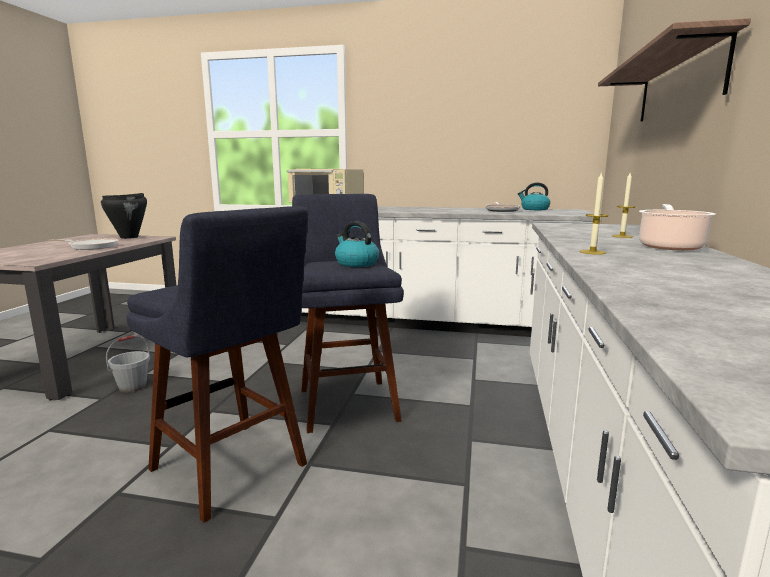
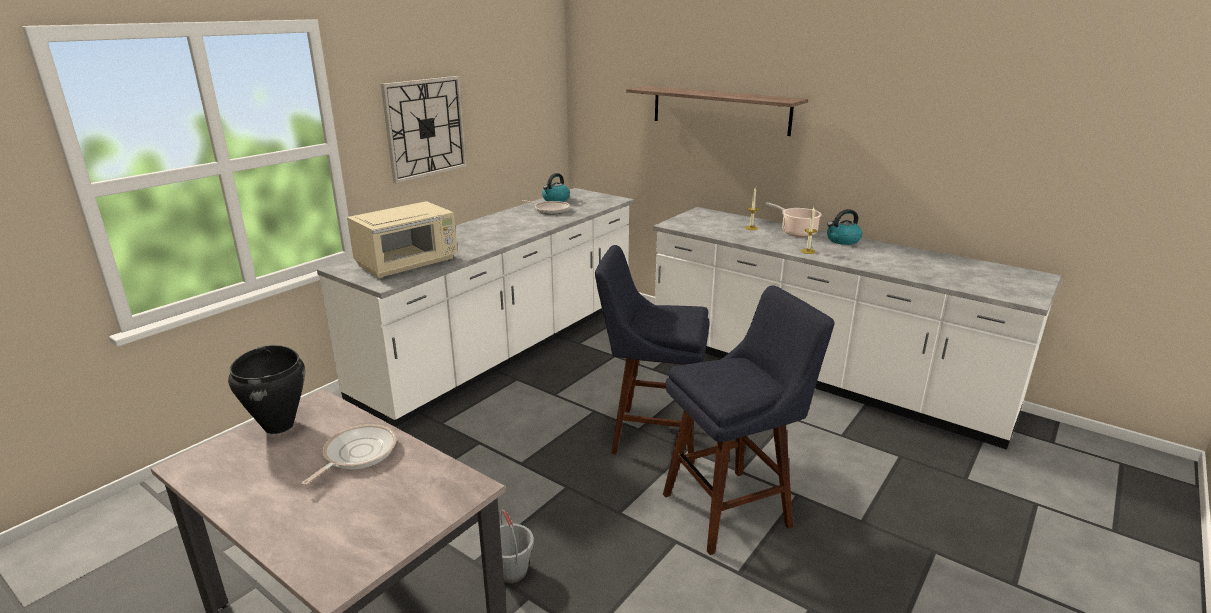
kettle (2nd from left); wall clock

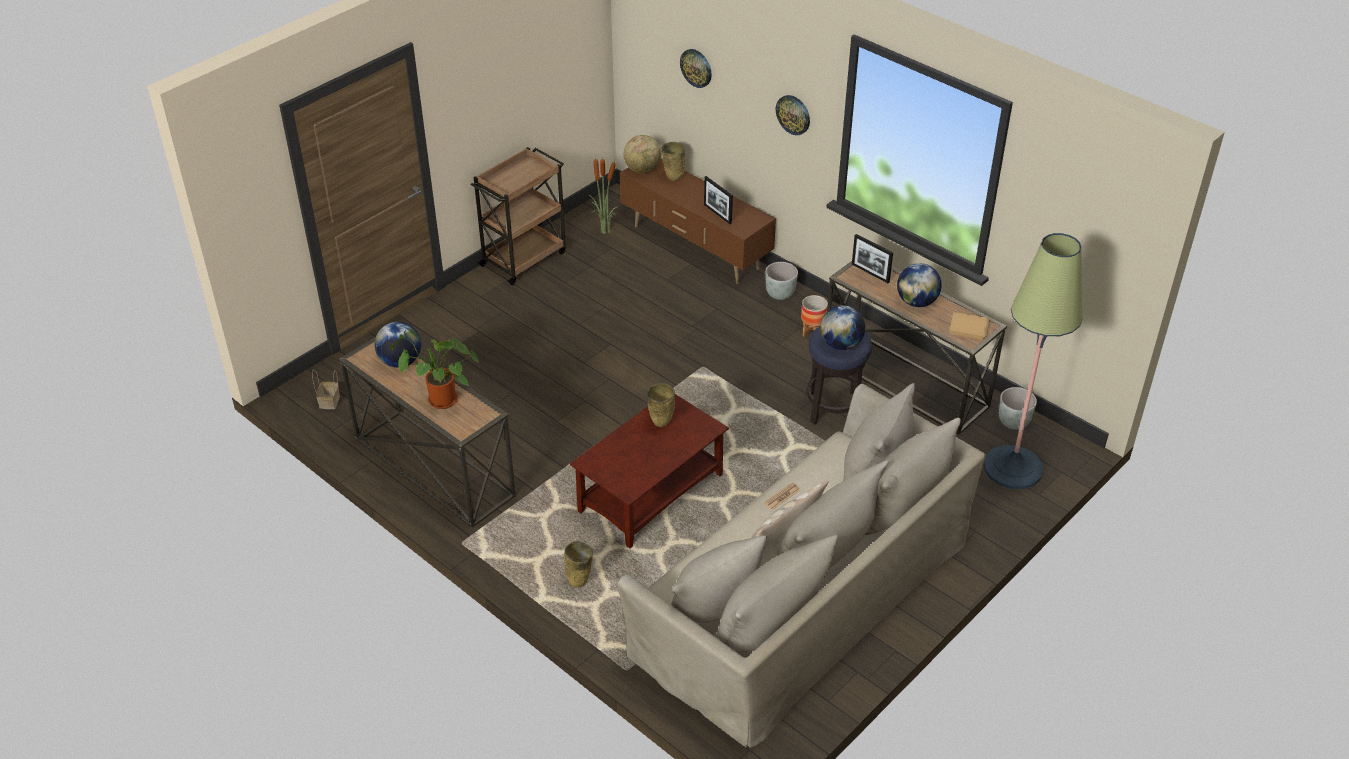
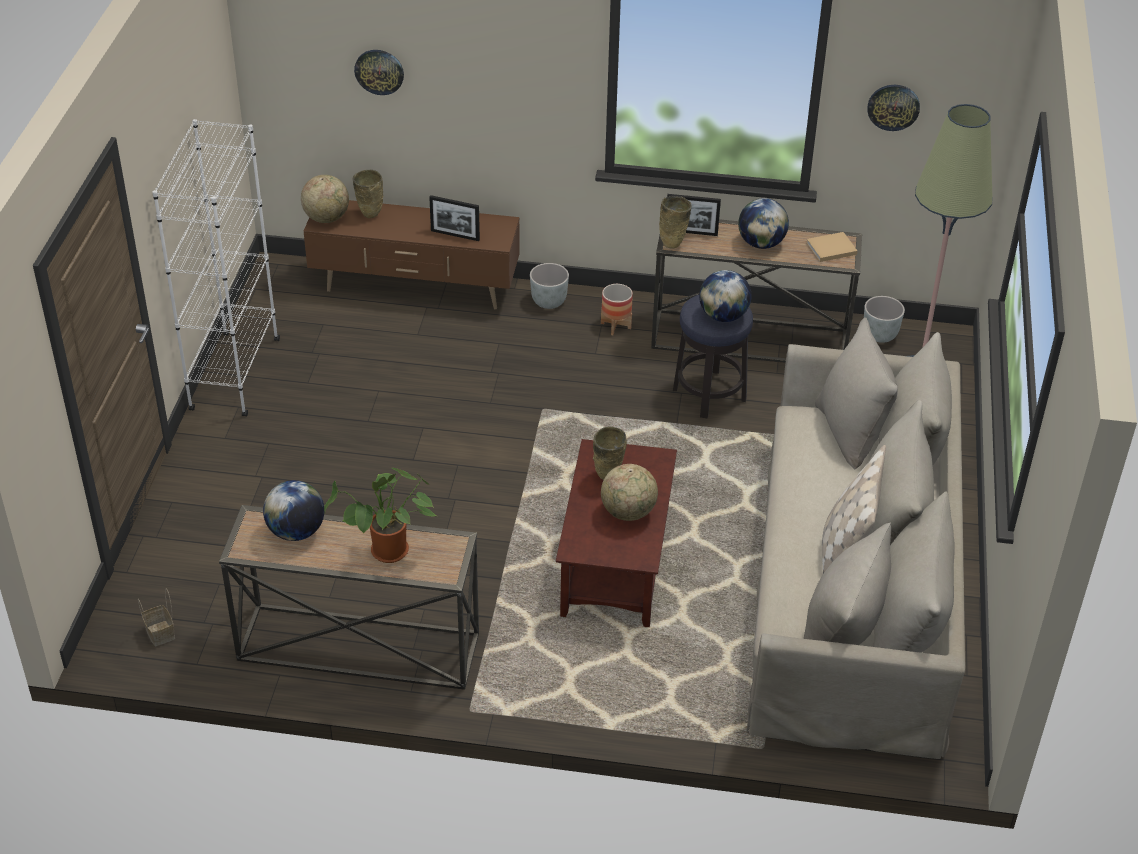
wall clock (2nd from left); white bookcase; potted plant (2nd from left in the first image); newspaper; beige vase (3rd from left); globe (3rd from left)

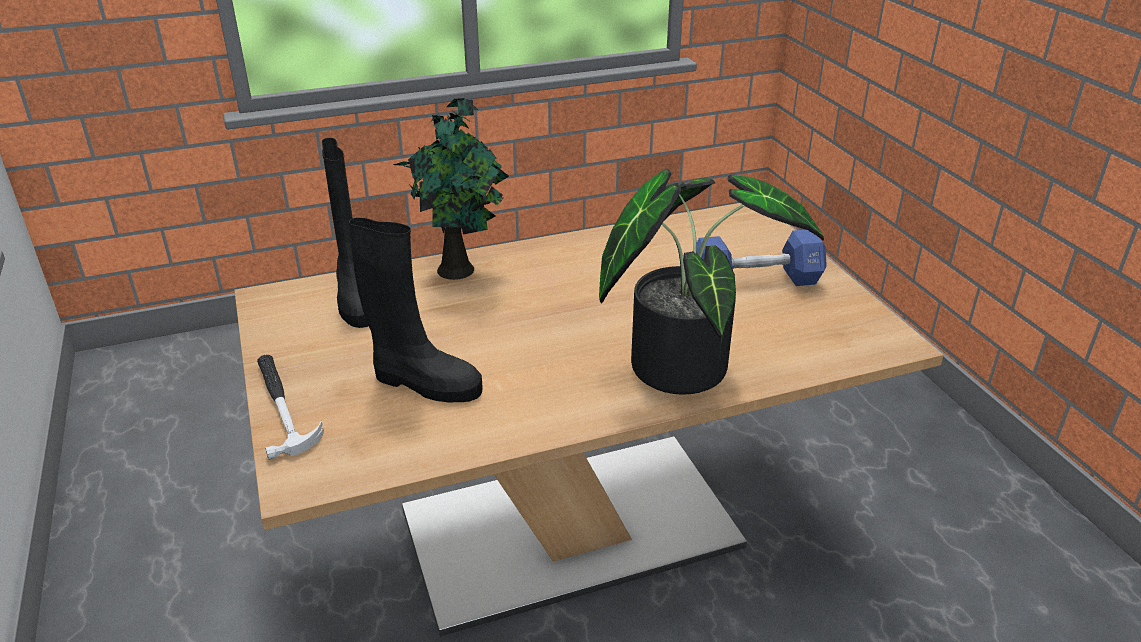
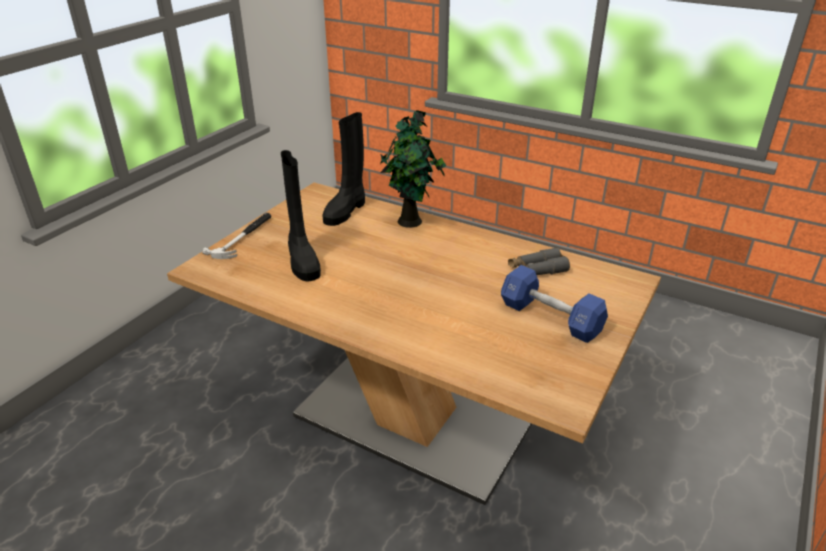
potted plant (2nd from left in the first image); grey binoculars

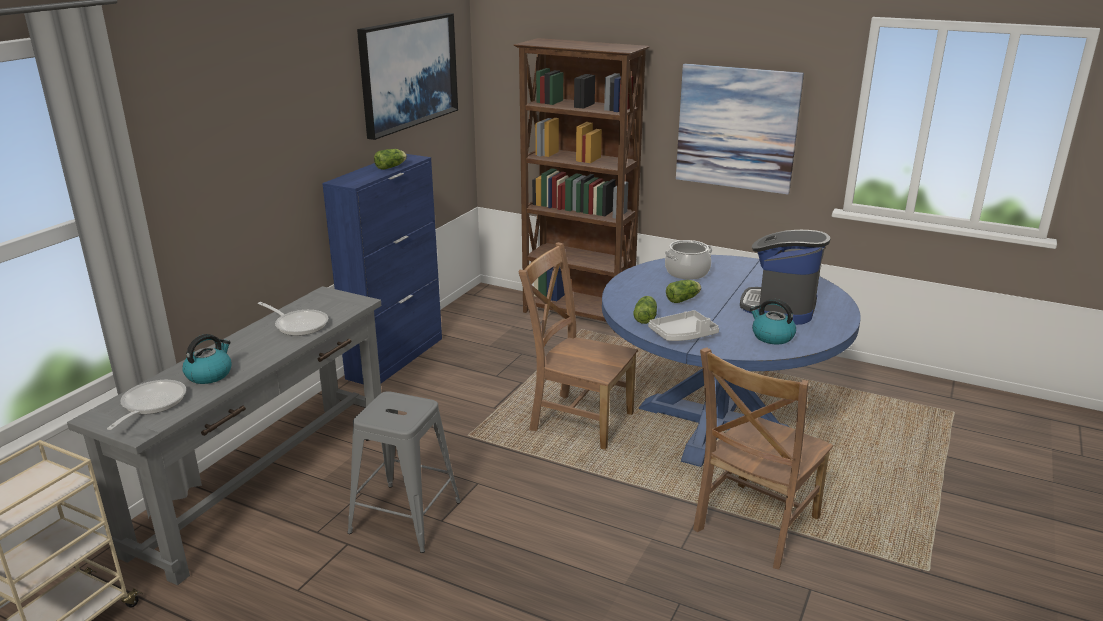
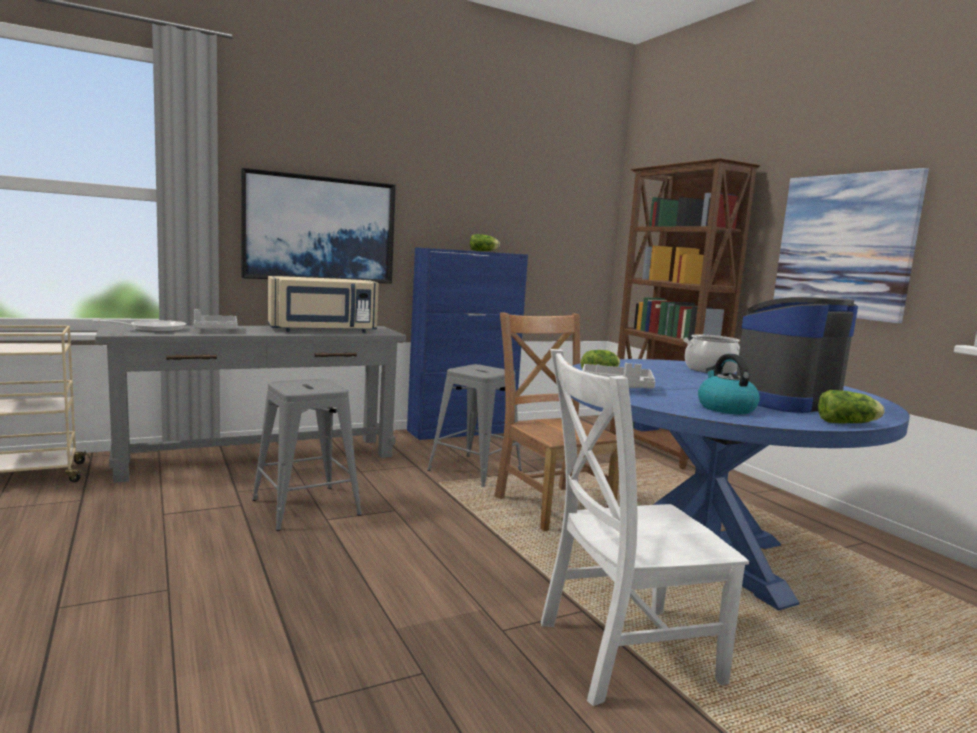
picture (1st from left); lettuce (3rd from left); beige microwave; grey tray (1st from left); white chair; grey stool (2nd from left)

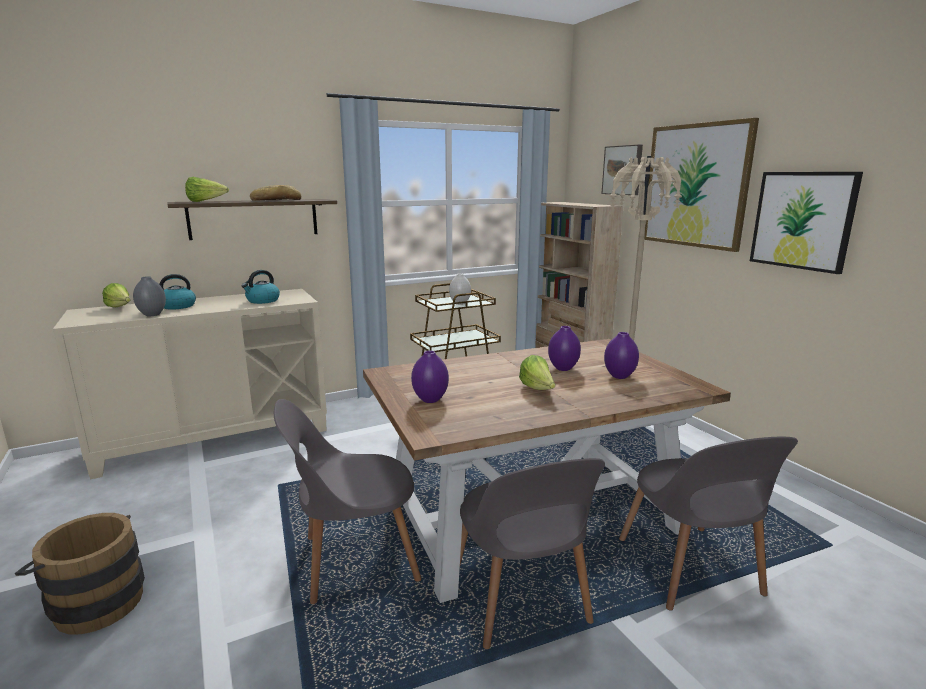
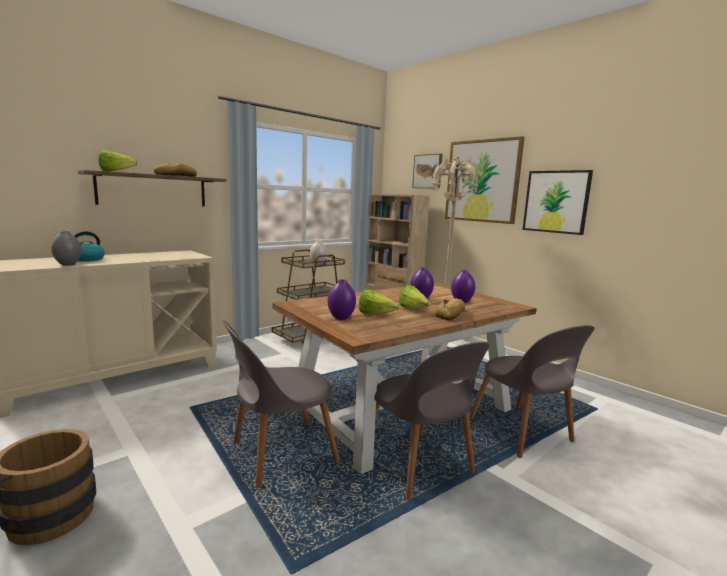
kettle (2nd from left in the first image); lettuce (2nd from left); bread (2nd from left)

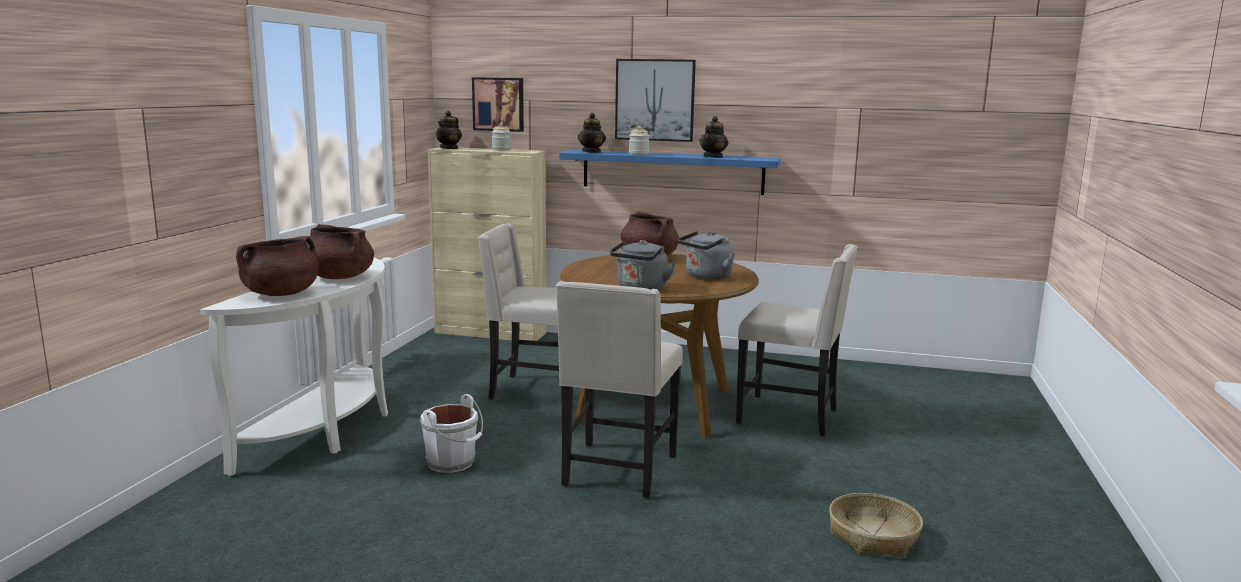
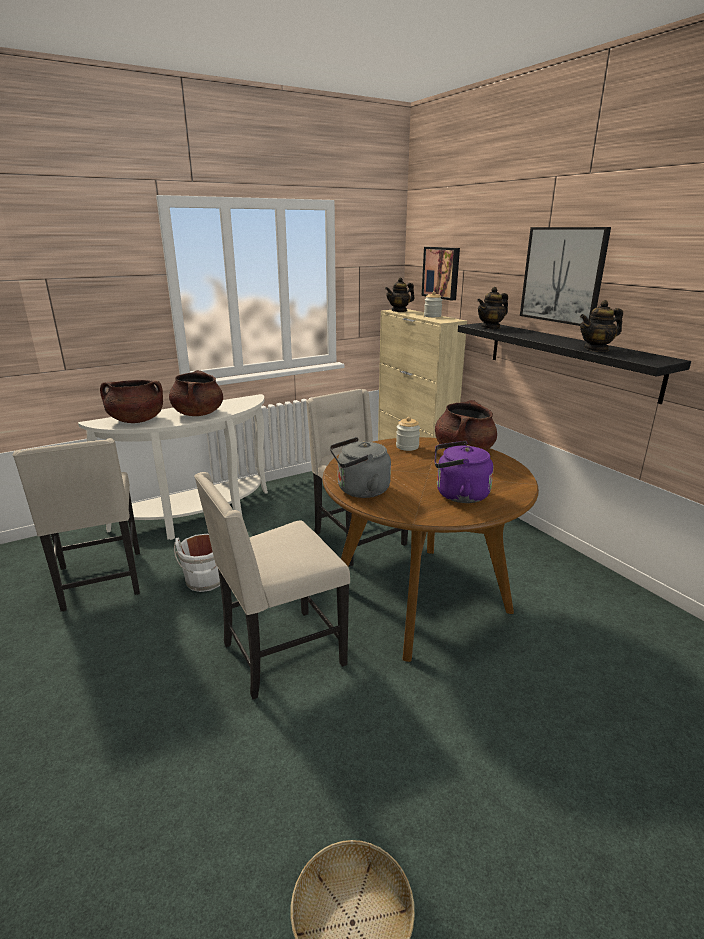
jar (1st from left); black shelf; purple kettle; beige chair (1st from left)

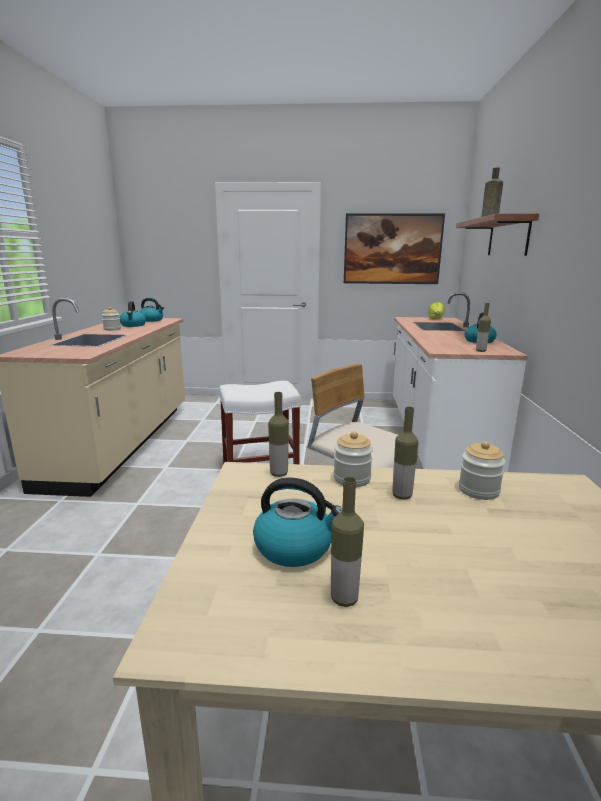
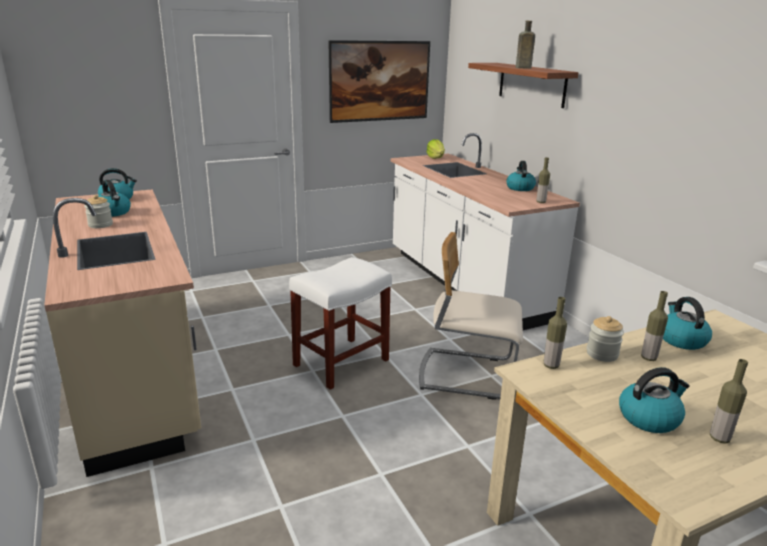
kettle (5th from left)

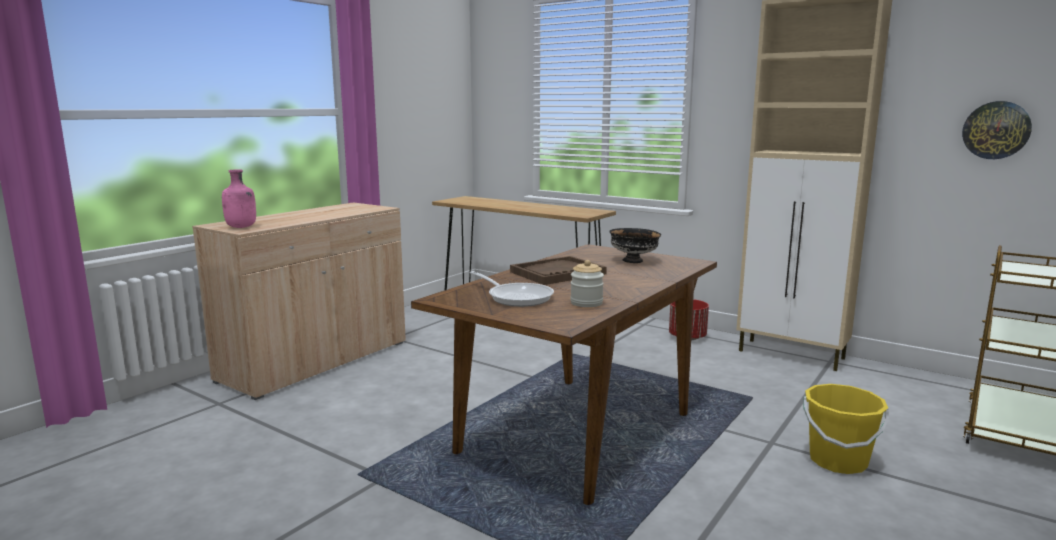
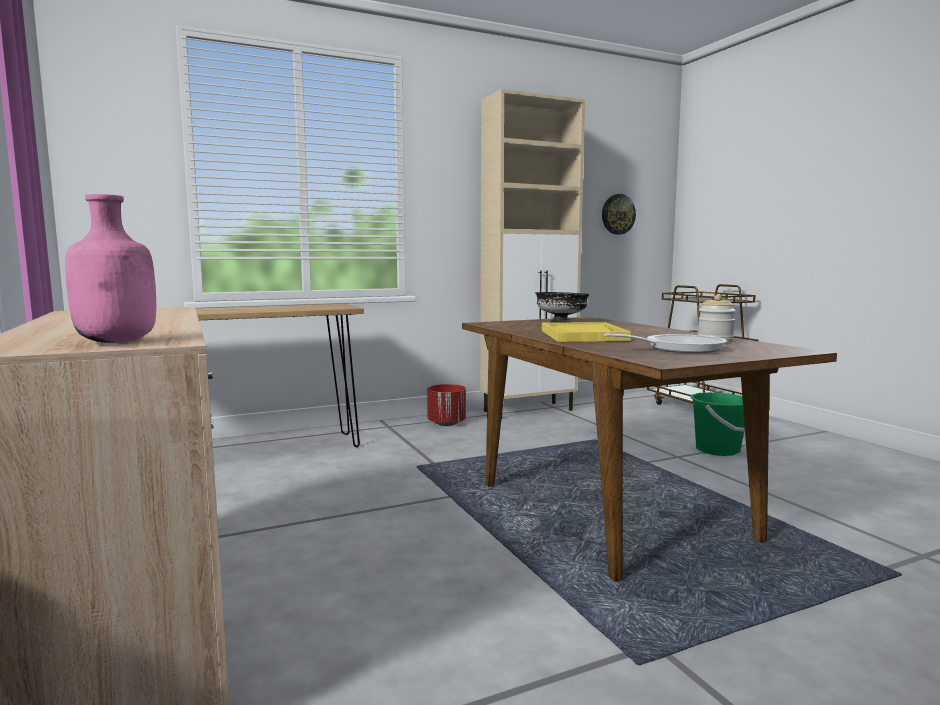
yellow tray; green bucket

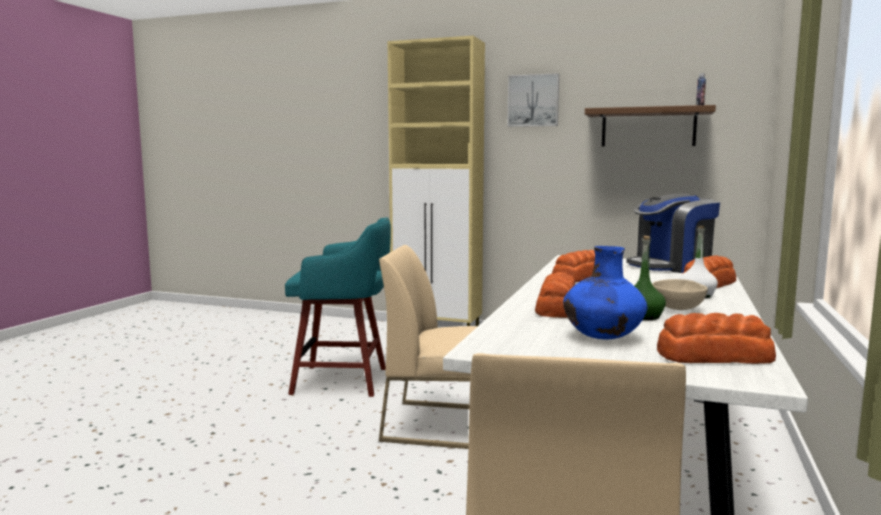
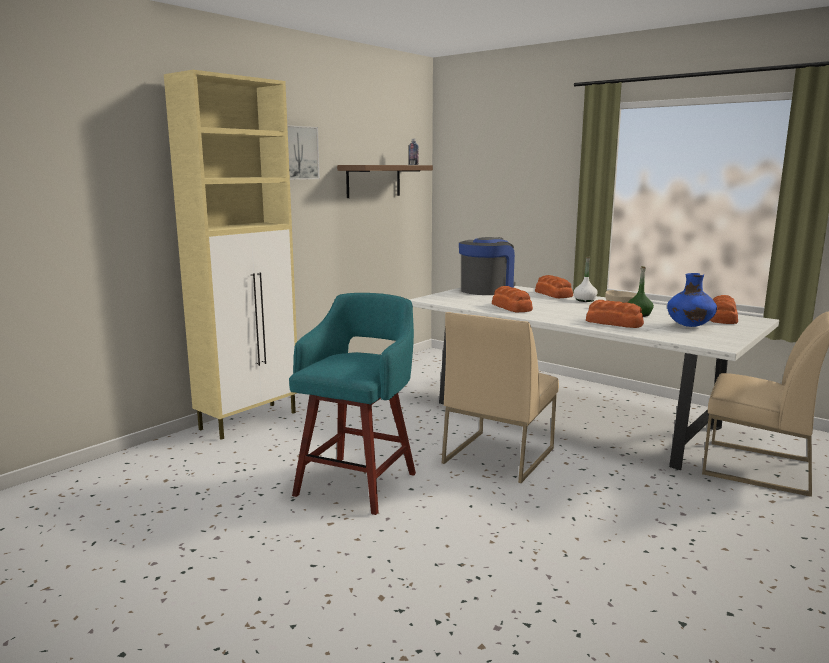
coffee machine

